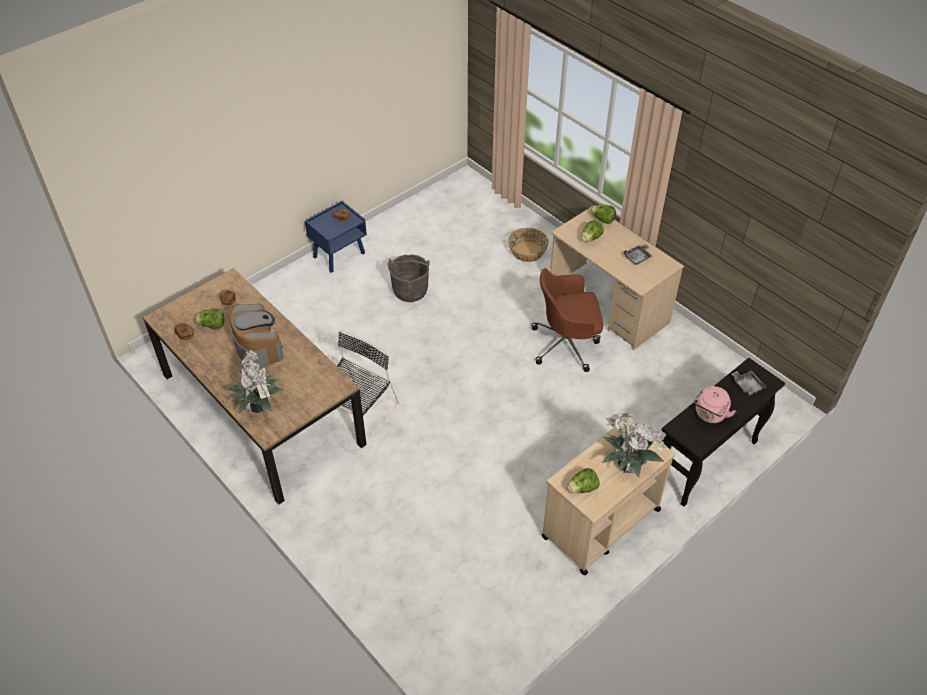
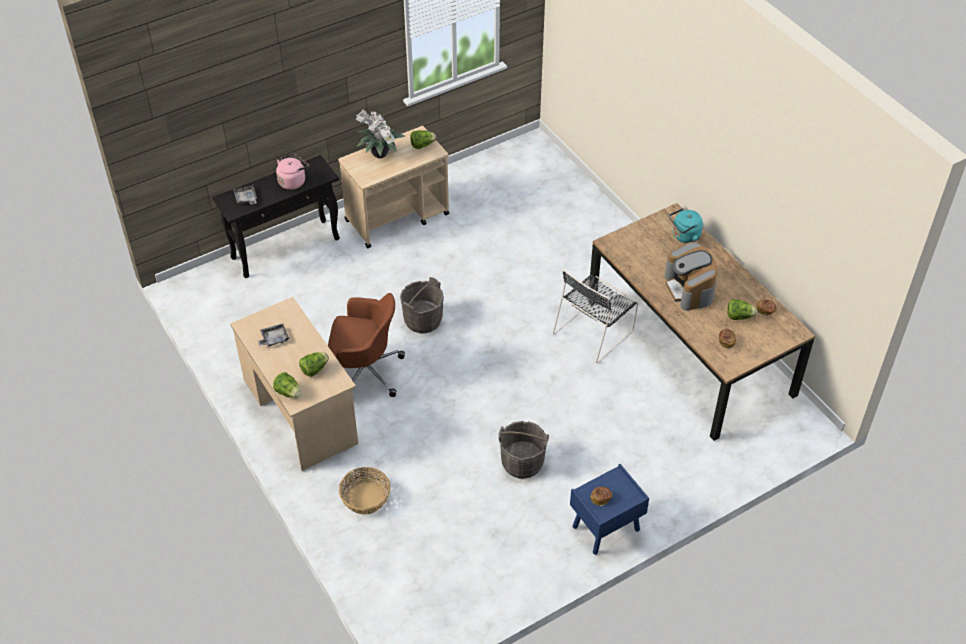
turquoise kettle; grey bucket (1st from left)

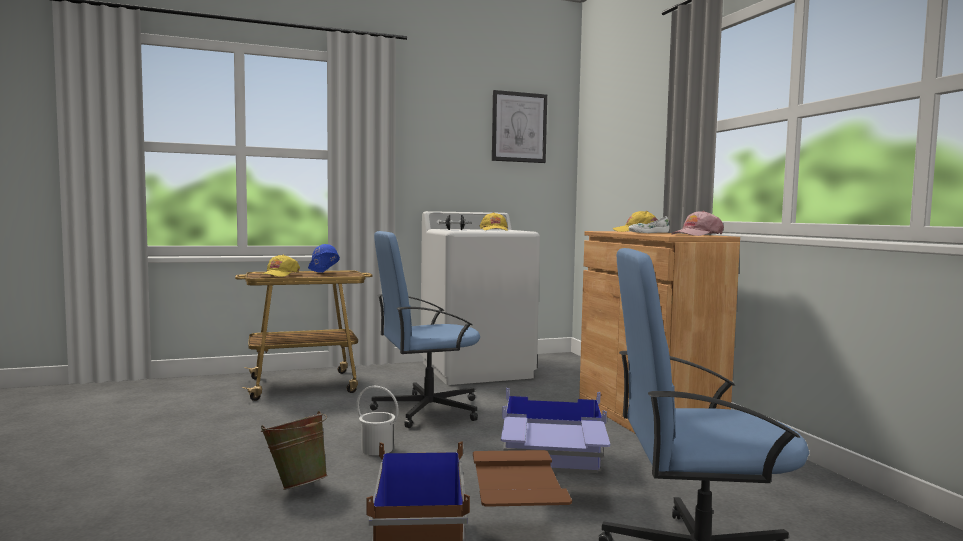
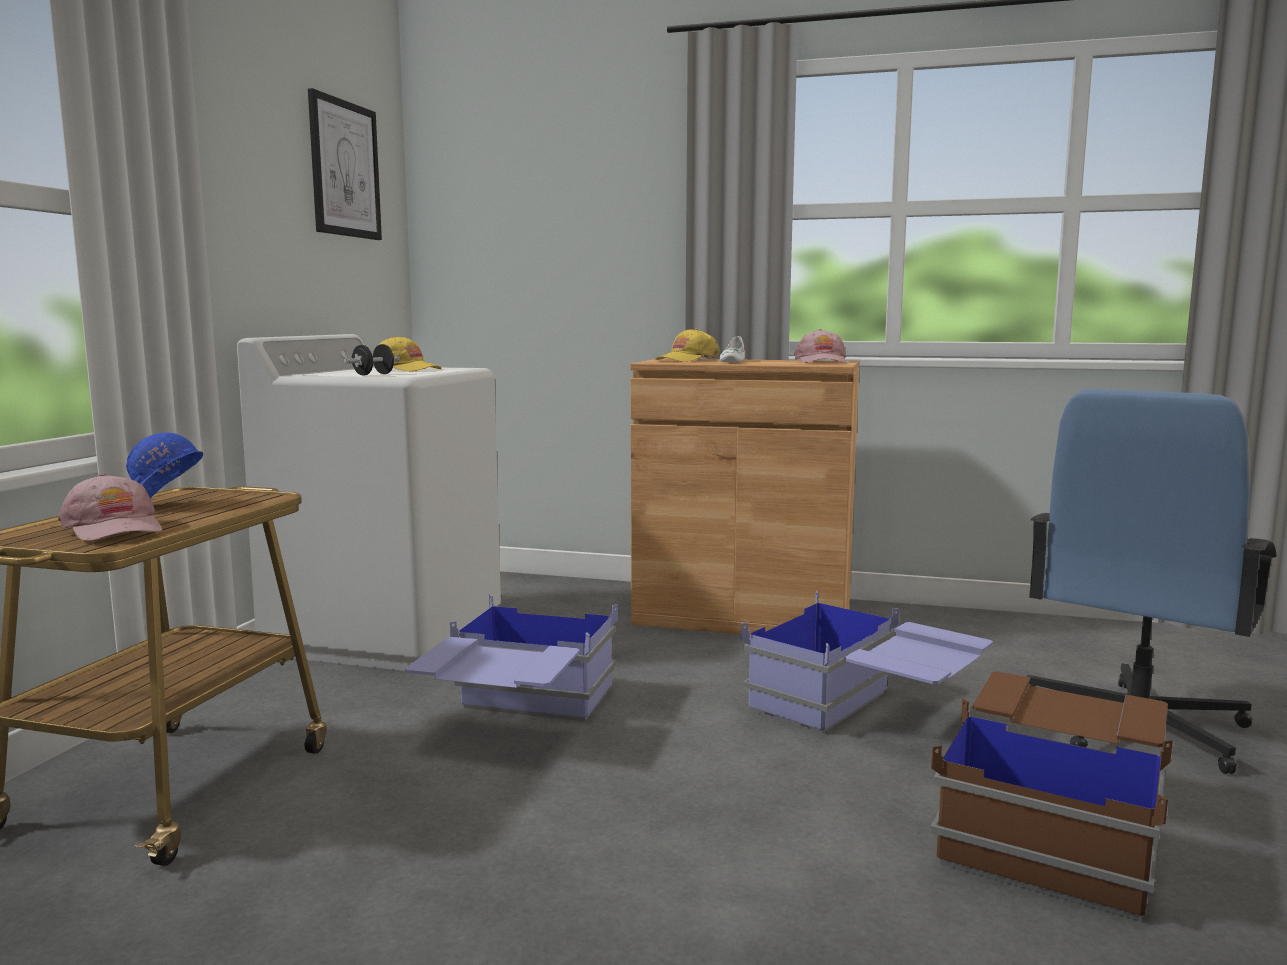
blue storage box (1st from left); pink cap (1st from left); white bucket; green bucket

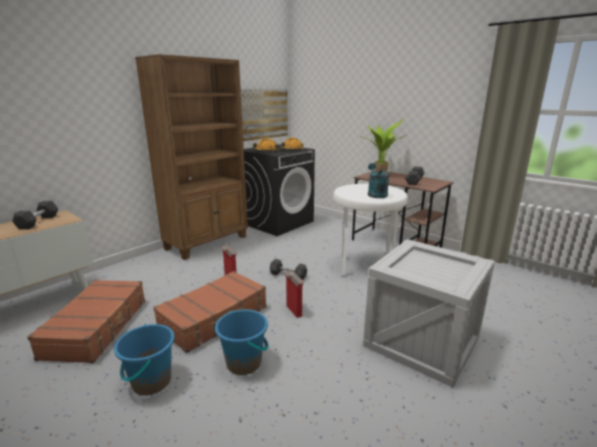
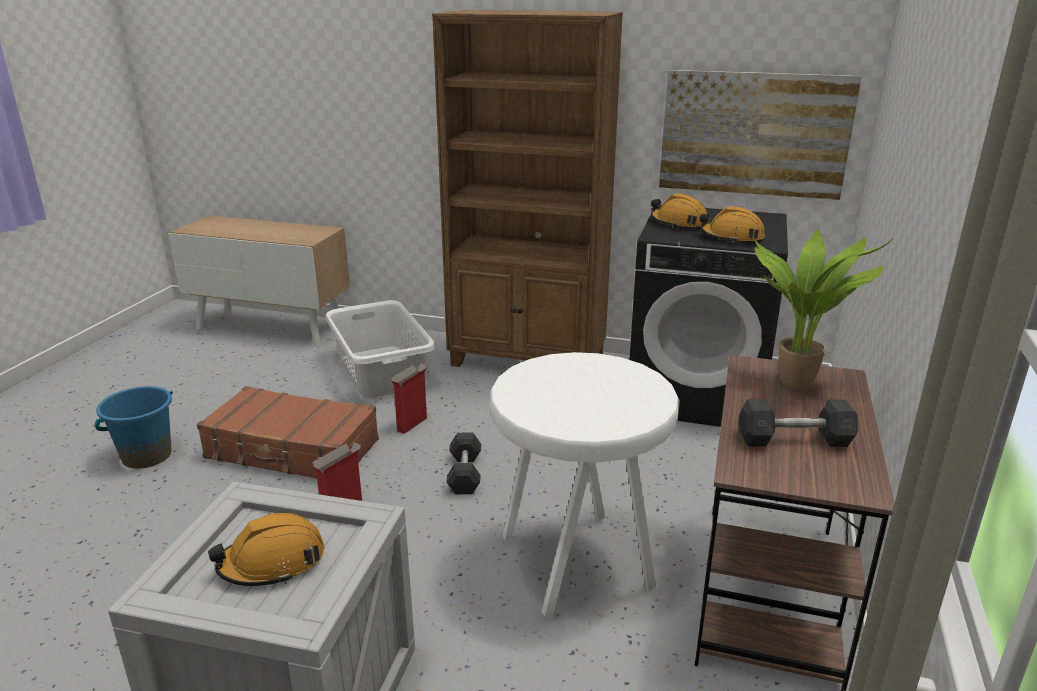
turquoise watering can; grey dumbbell (1st from left in the first image); brown suitcase (1st from left in the first image); blue bucket (2nd from left in the first image); white laundry basket; orange hard hat (1st from left)

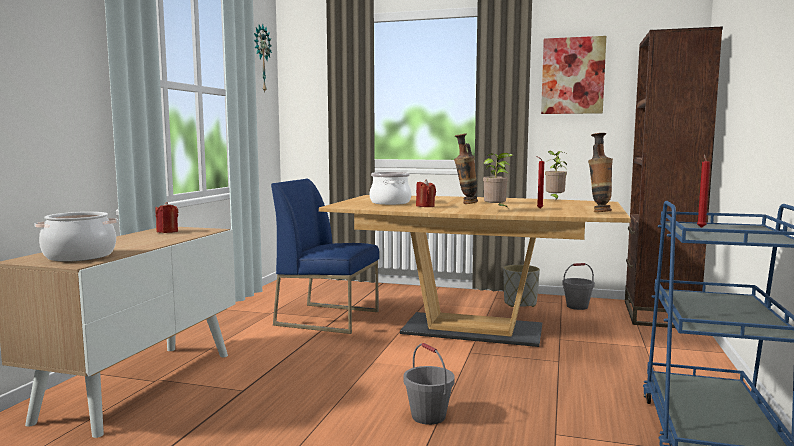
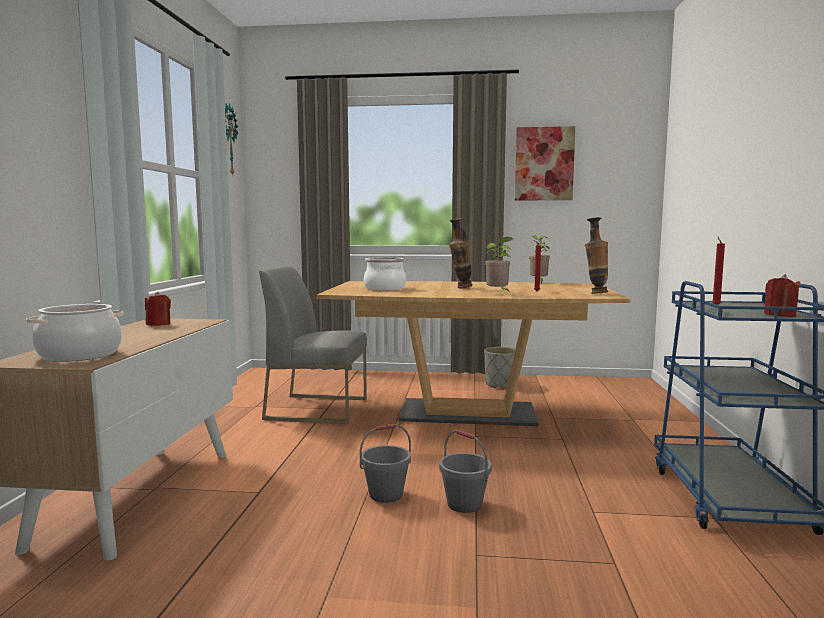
brown bookcase; grey chair; red candle (4th from left); grey bucket (1st from left)

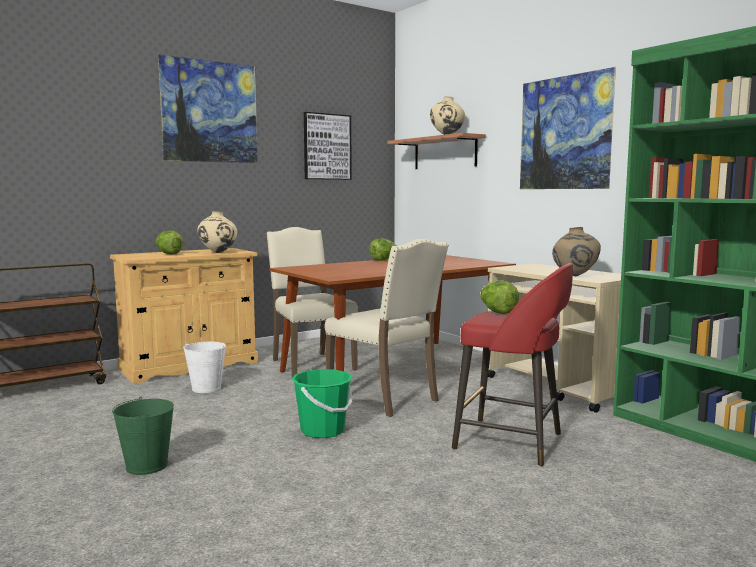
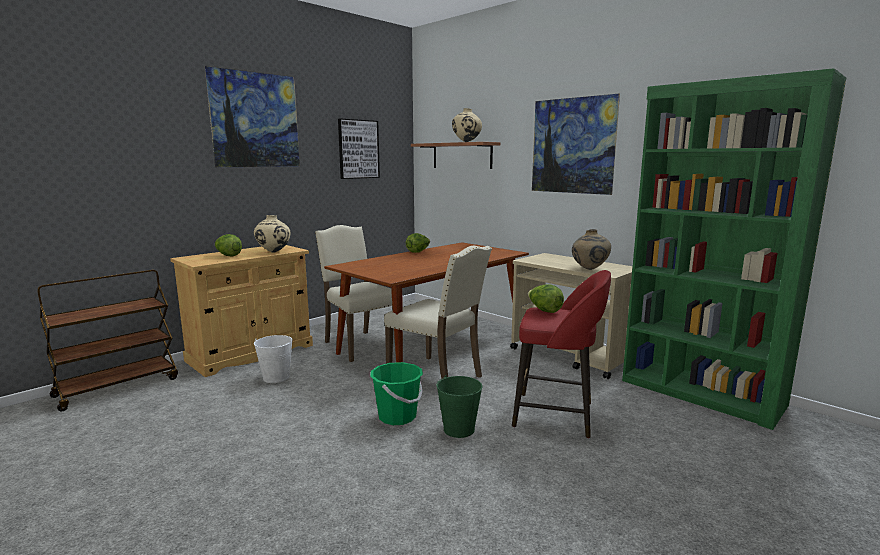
green bucket (2nd from left)

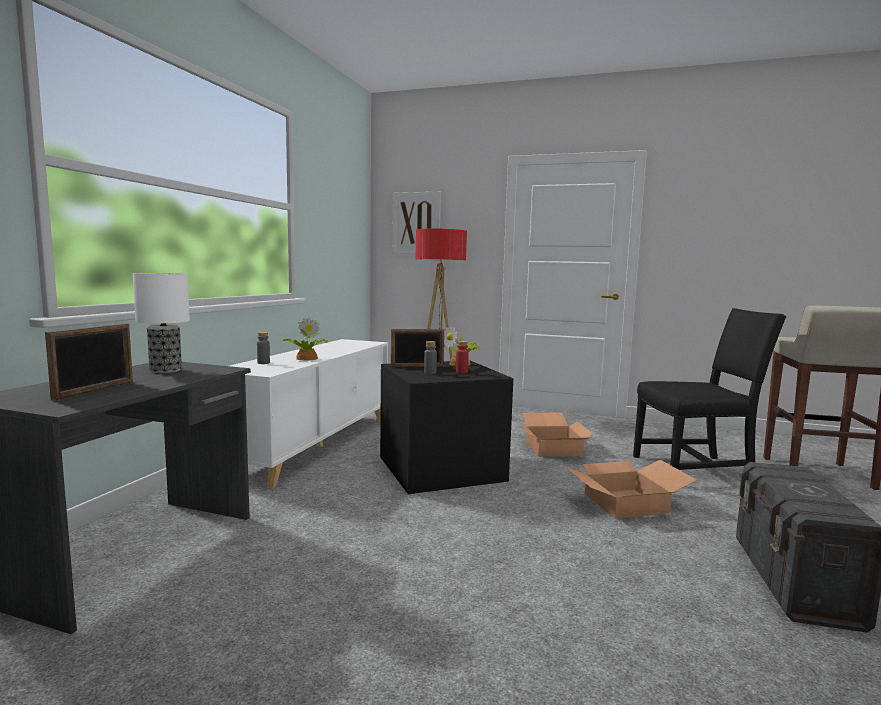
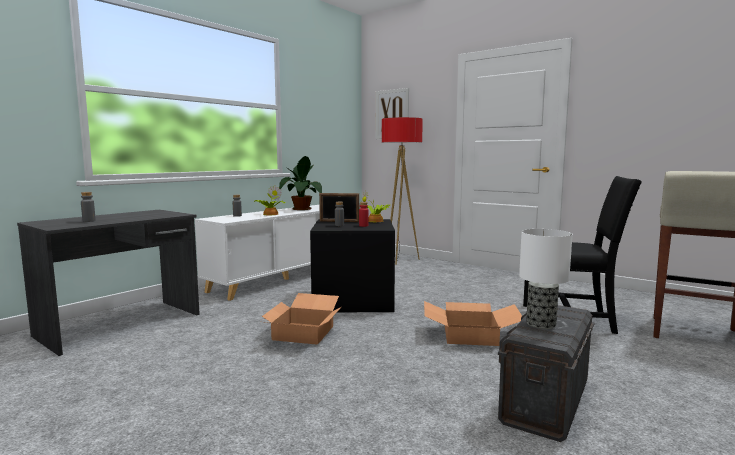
table lamp; grey bottle (1st from left); cardboard box (1st from left); potted plant (2nd from left)

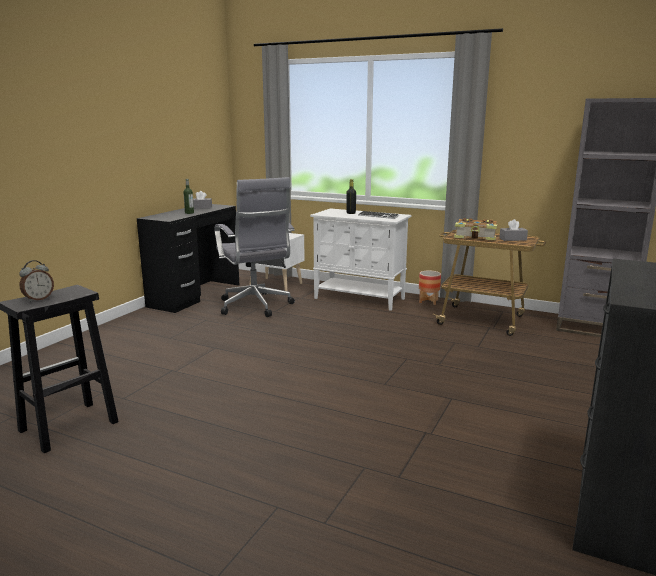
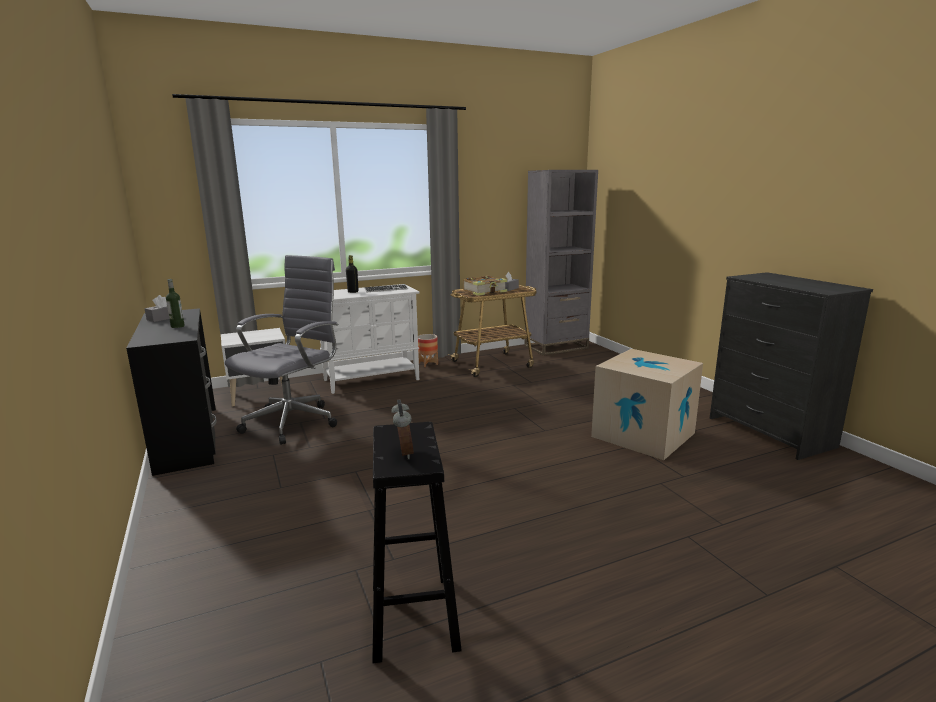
grey office chair; cardboard box

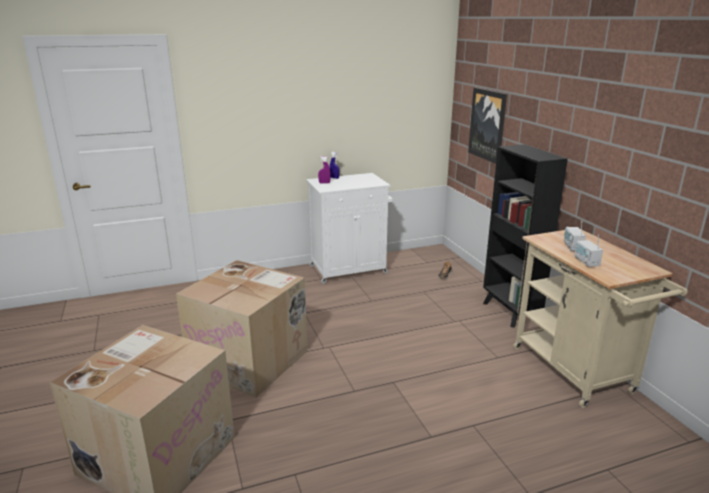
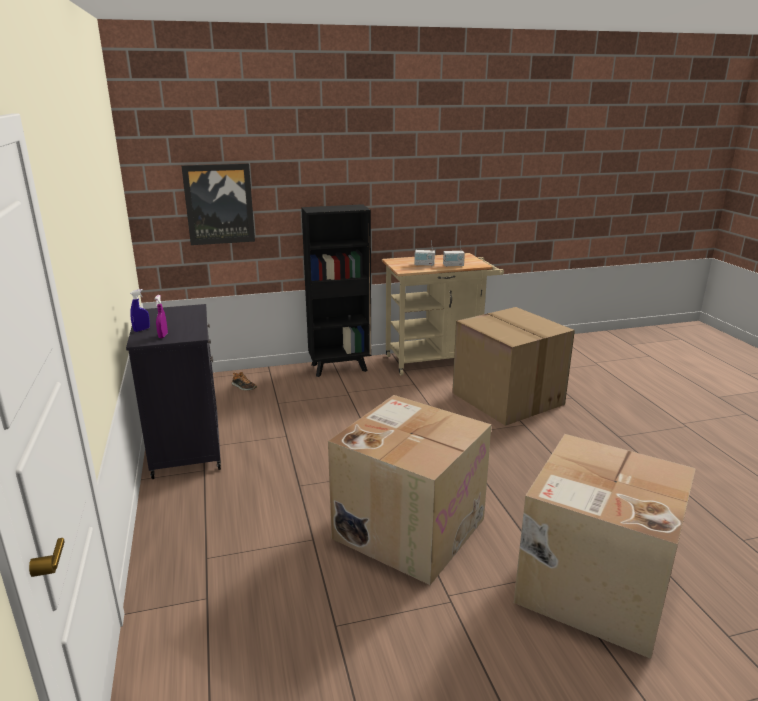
black cabinet; cardboard box (2nd from left)

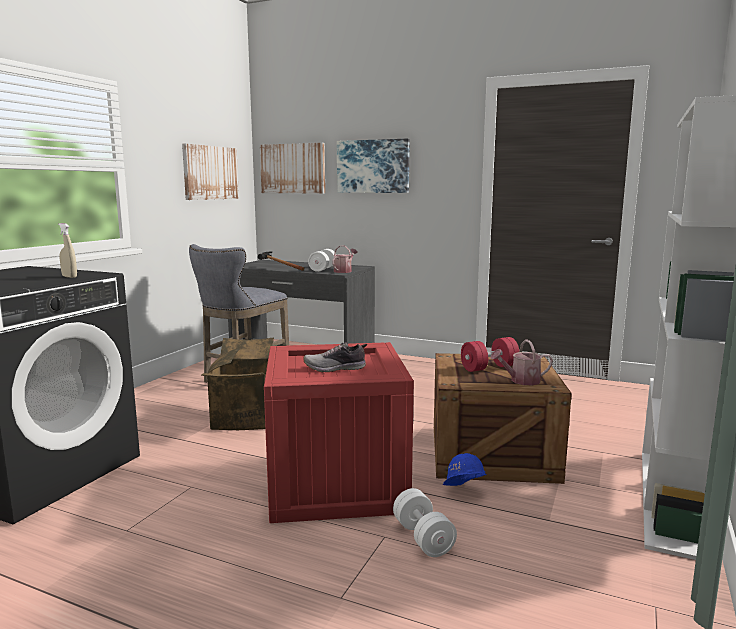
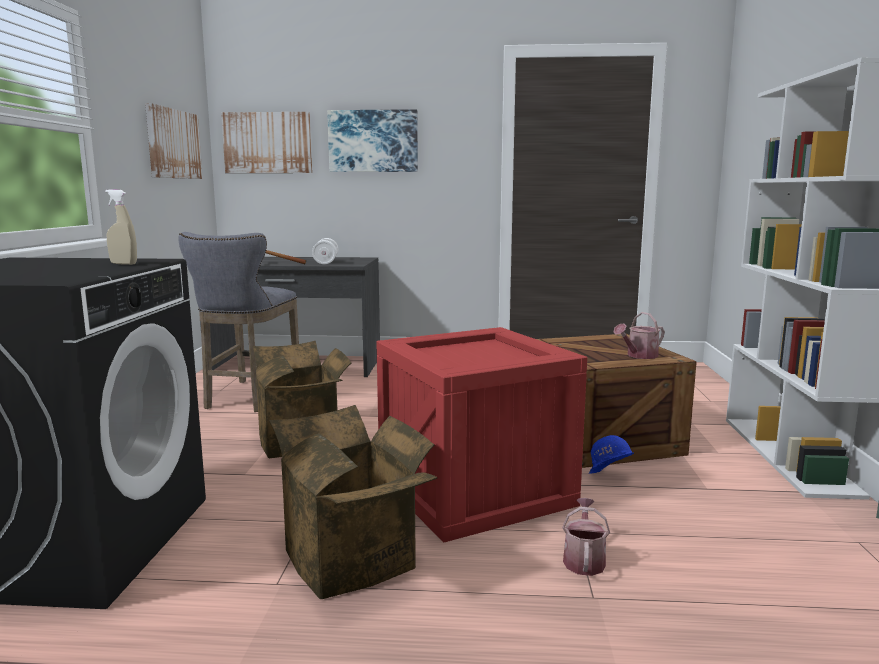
watering can (1st from left); red dumbbell; shoe; white dumbbell (2nd from left in the first image); cardboard box (2nd from left)

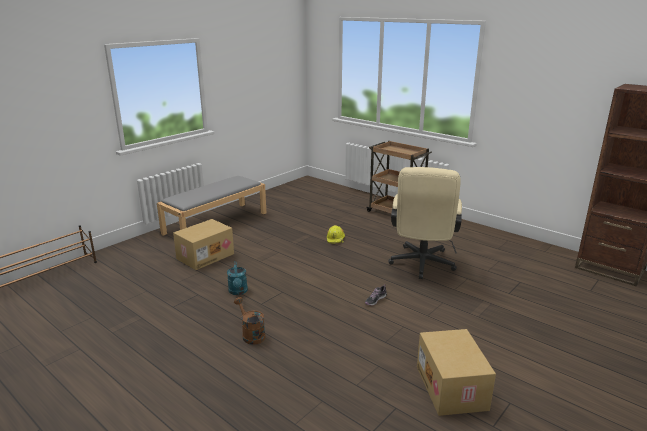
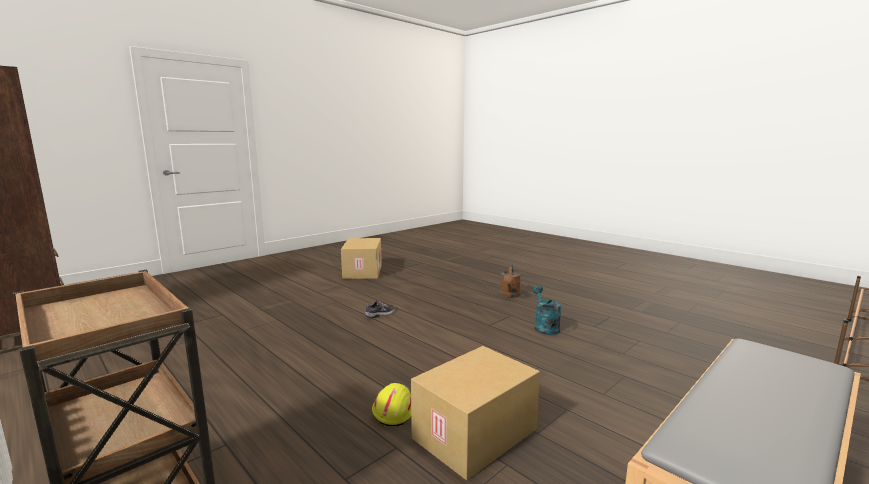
beige office chair; cardboard box (2nd from left); brown watering can

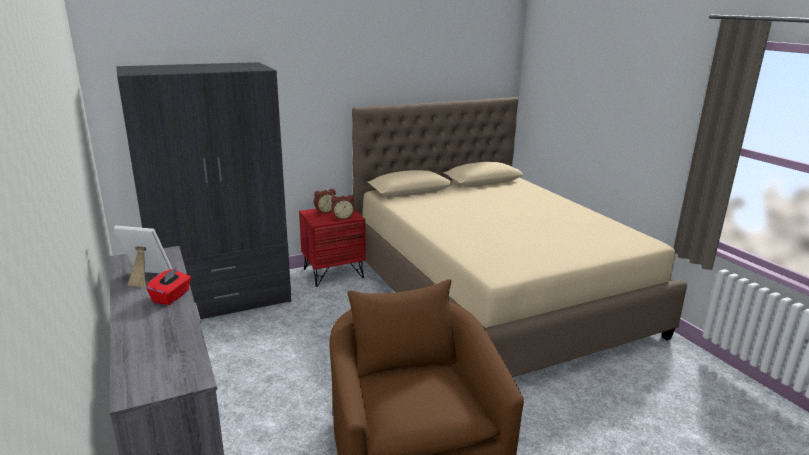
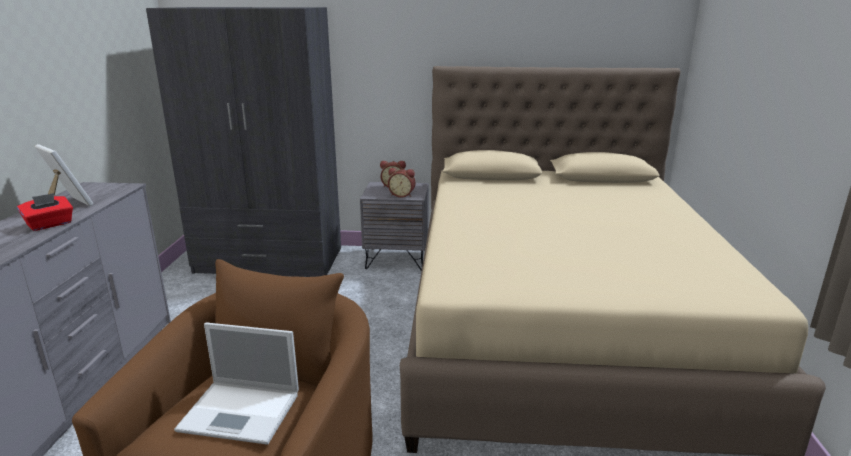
grey nightstand; laptop

